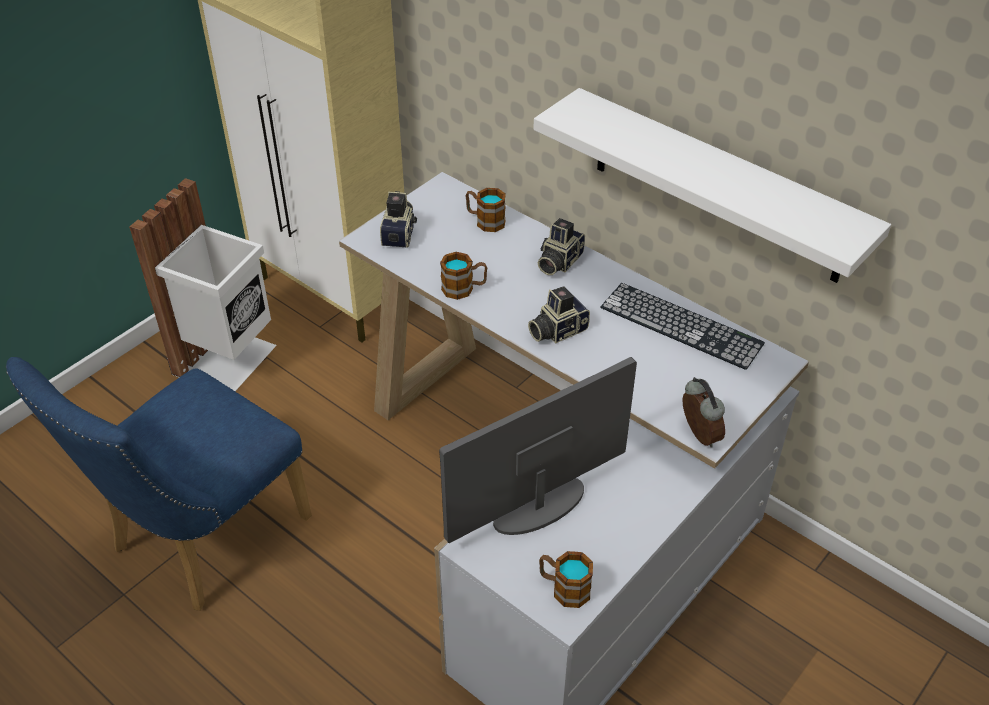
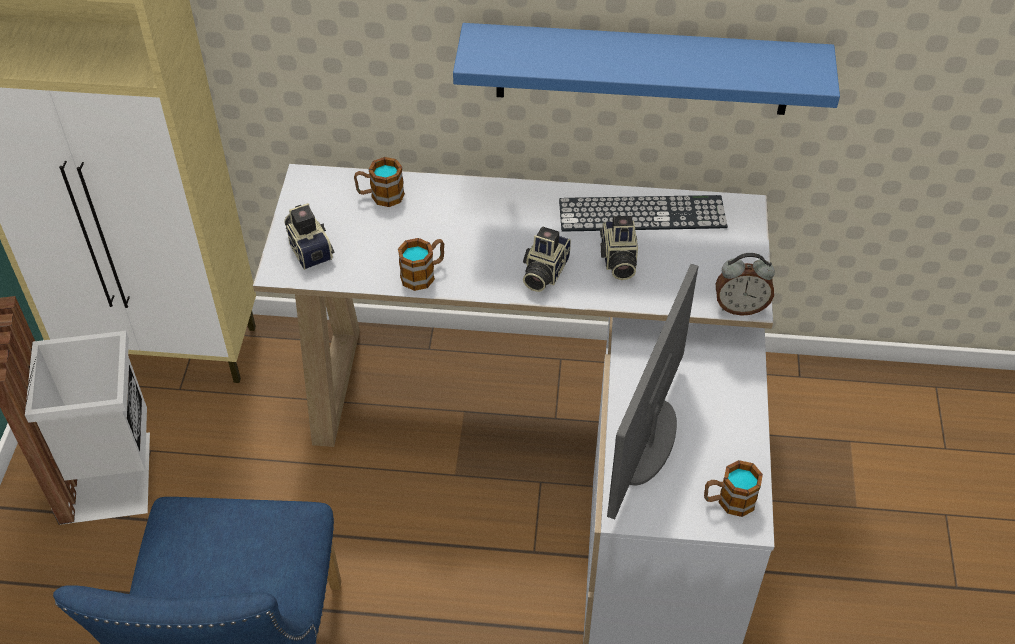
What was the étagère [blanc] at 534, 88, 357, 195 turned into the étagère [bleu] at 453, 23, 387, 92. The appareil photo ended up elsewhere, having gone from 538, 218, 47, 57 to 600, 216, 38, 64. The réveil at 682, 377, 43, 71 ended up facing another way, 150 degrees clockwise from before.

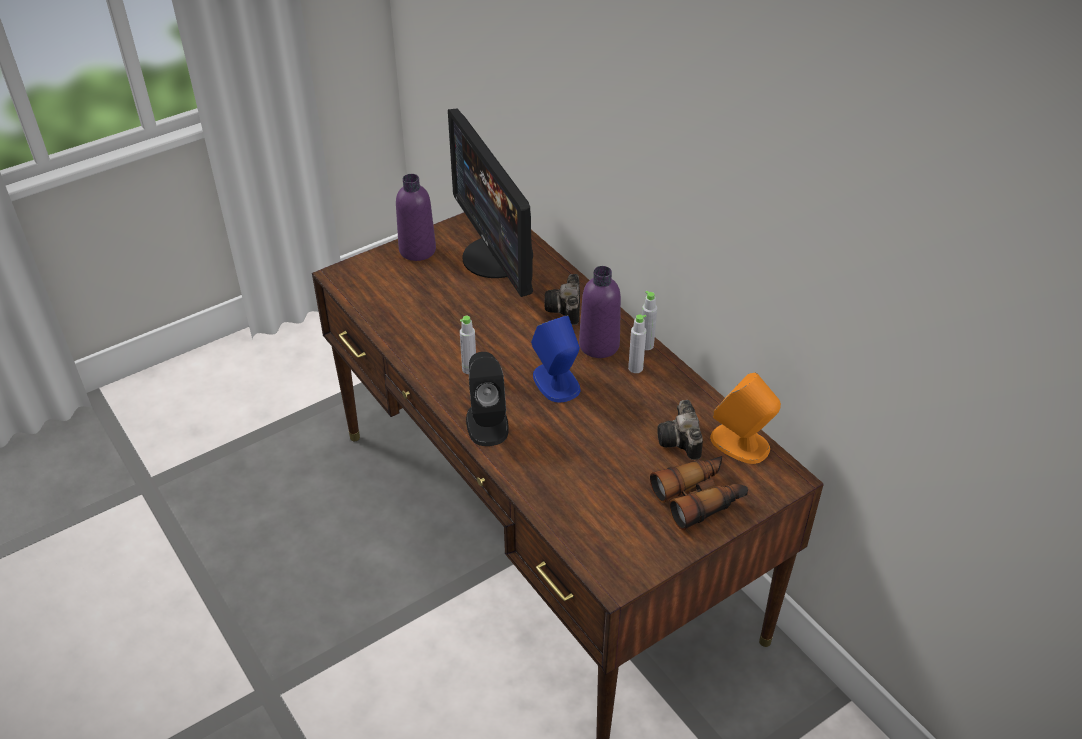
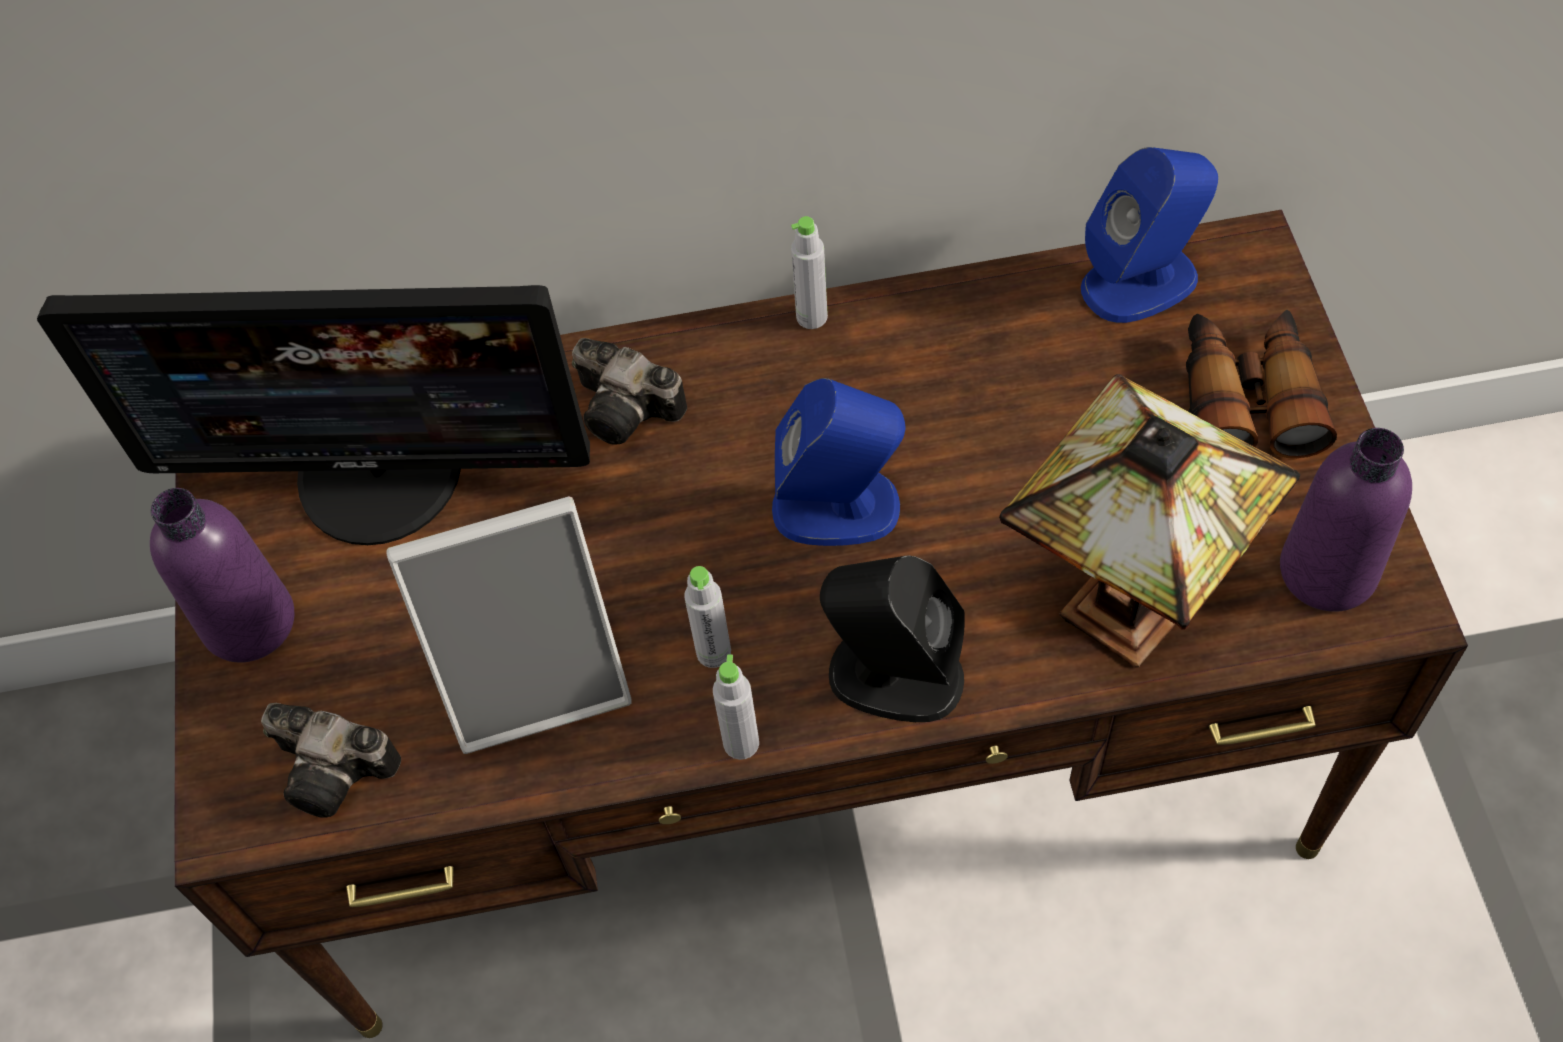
The bouteille [violet] ended up elsewhere, having gone from 579, 266, 42, 92 to 1280, 428, 132, 184. The bouteille [gris] ended up elsewhere, having gone from 628, 314, 19, 59 to 713, 654, 46, 106. What was the enceinte [orange] at 710, 373, 71, 91 turned into the enceinte [bleu] at 1081, 147, 137, 176. The appareil photo ended up elsewhere, having gone from 657, 400, 46, 60 to 261, 703, 140, 114. The second view gained the lampe de table at 999, 374, 301, 294. The second view gained the cadre photo at 386, 496, 246, 258.

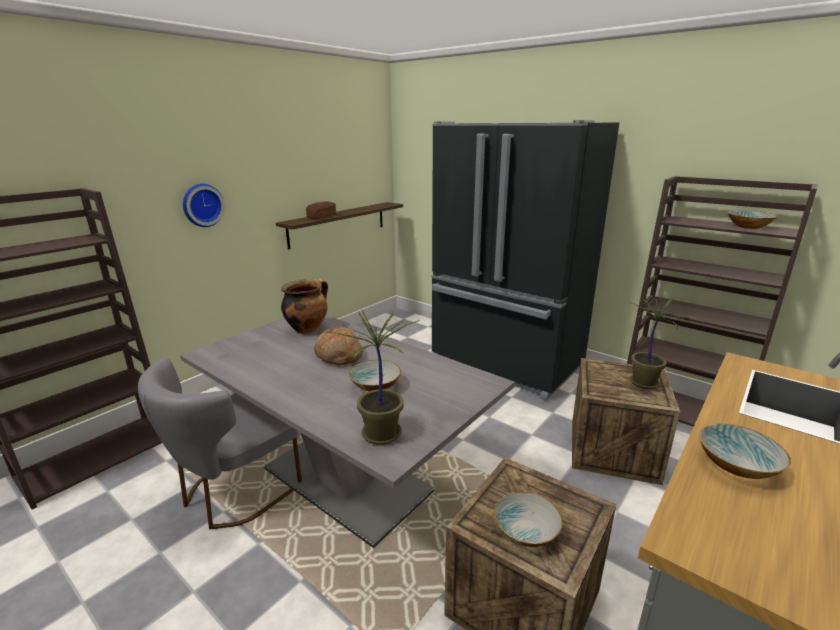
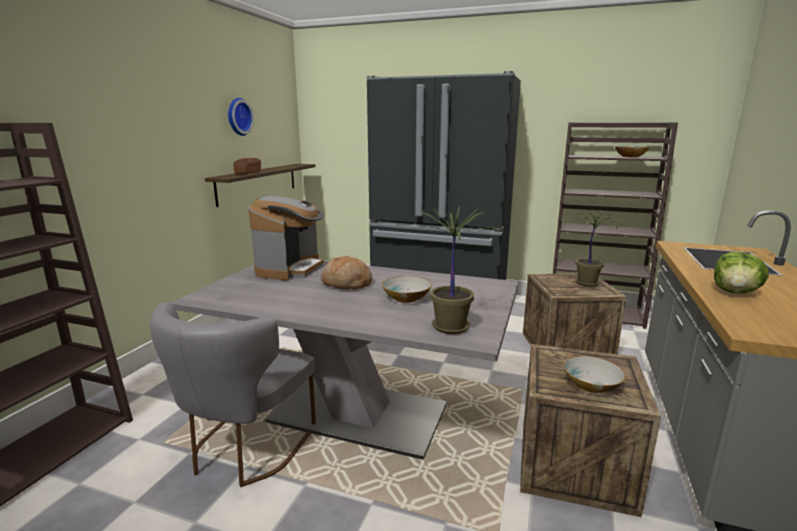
The horloge murale ended up elsewhere, having gone from 183, 184, 42, 43 to 228, 98, 26, 38. Where the marmite stood at 281, 278, 47, 56, the machine à café came to stand at 248, 196, 76, 84. Where the bol stood at 699, 424, 92, 55, the laitue came to stand at 714, 252, 55, 42.

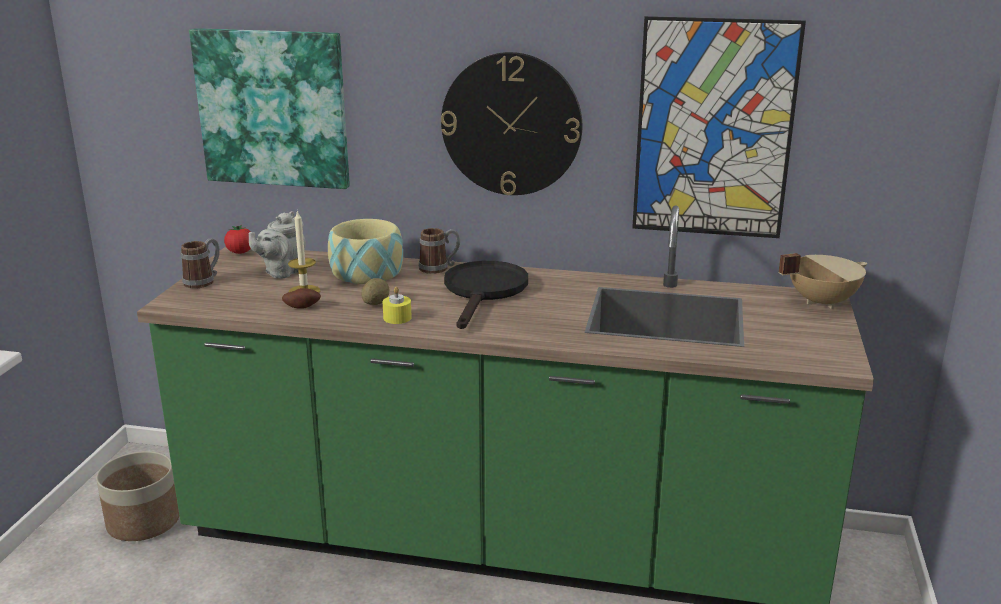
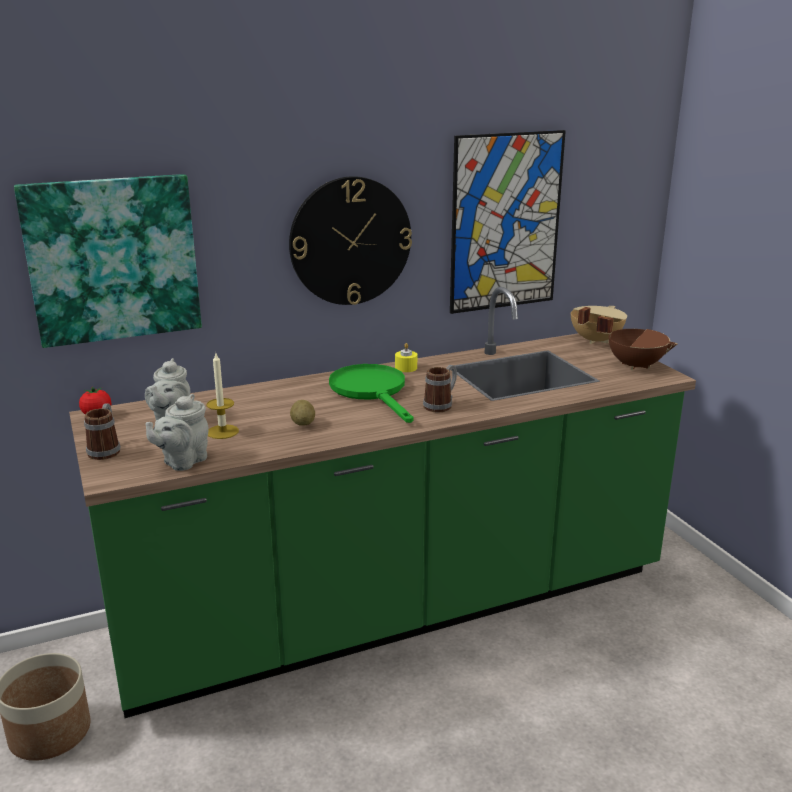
The second view lost the bol at 328, 219, 75, 65. The mug ended up elsewhere, having gone from 419, 228, 41, 46 to 423, 365, 34, 48. What was the poêle [noir] at 444, 261, 84, 68 turned into the poêle [vert] at 329, 364, 85, 59. The bougie [jaune] ended up elsewhere, having gone from 383, 287, 29, 37 to 395, 343, 22, 29. The second view lost the pomme de terre at 282, 288, 39, 21. The second view gained the marmite [marron] at 596, 316, 81, 54. The second view gained the théière [gris] at 145, 394, 63, 77.

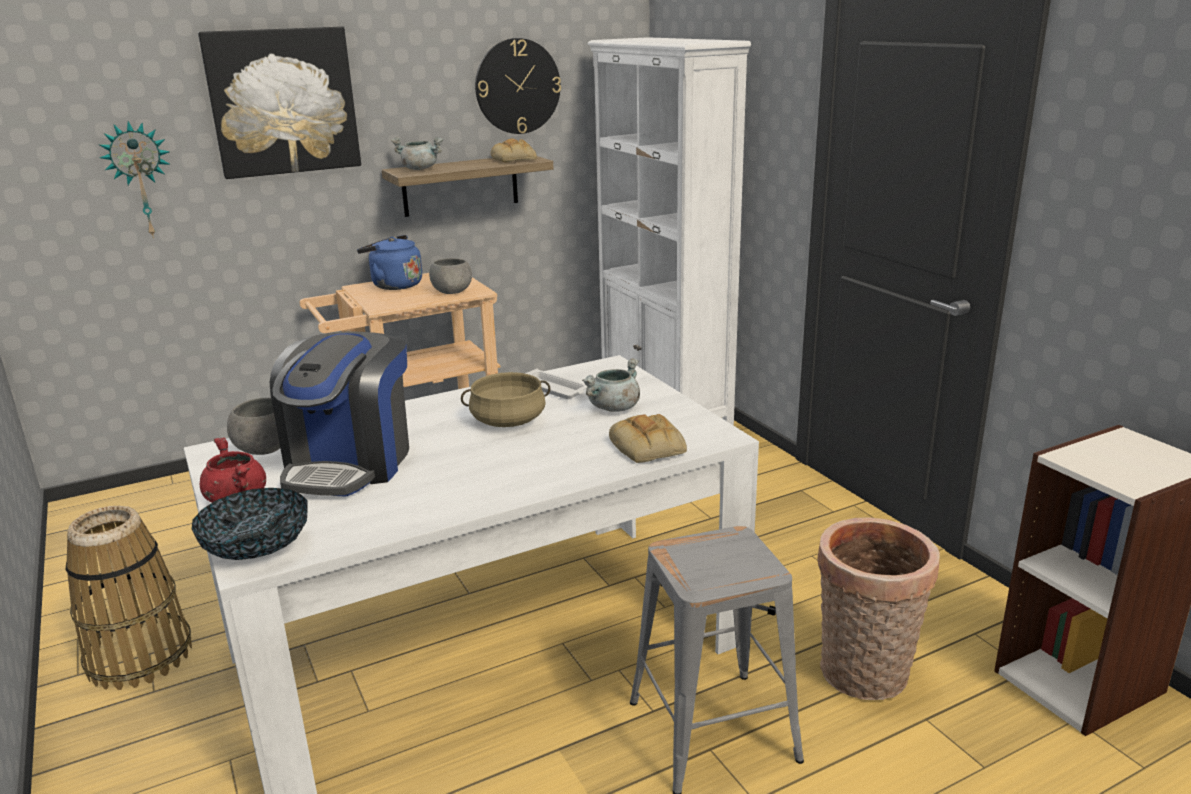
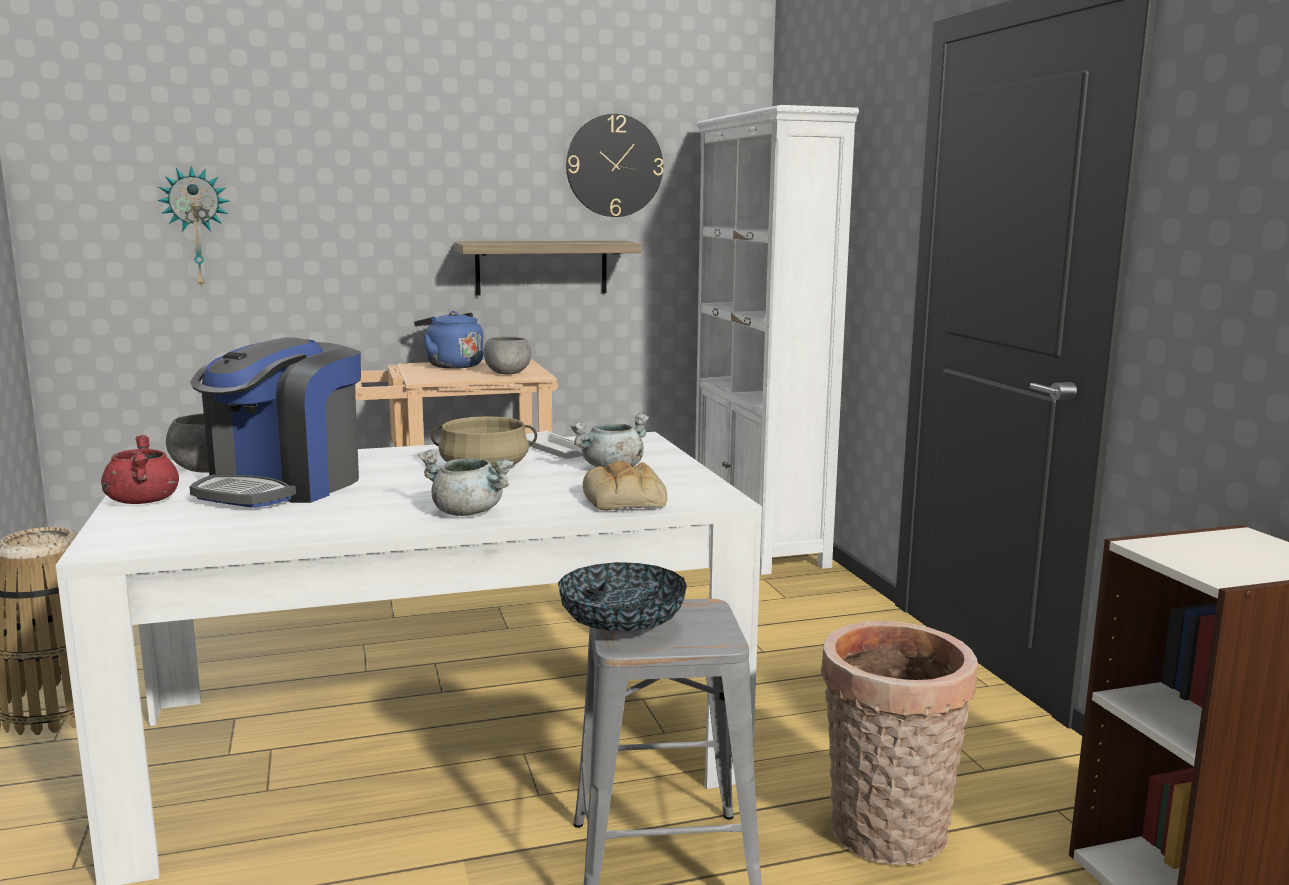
The second view lost the tableau at 198, 27, 163, 152. The marmite [gris] ended up elsewhere, having gone from 391, 137, 52, 33 to 418, 450, 96, 66. The second view lost the pain at 491, 138, 46, 24. The bol ended up elsewhere, having gone from 192, 488, 116, 72 to 558, 562, 129, 69.

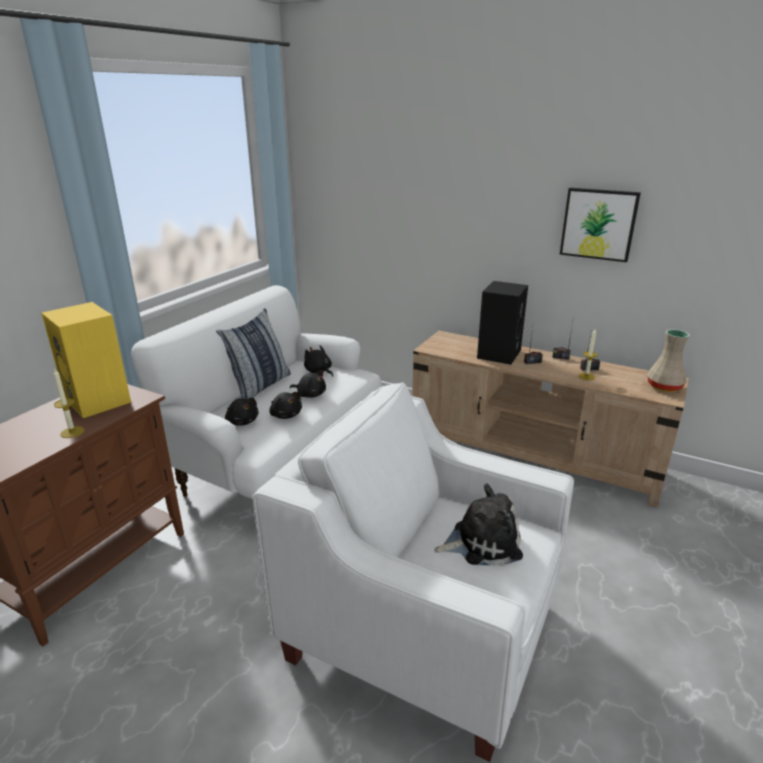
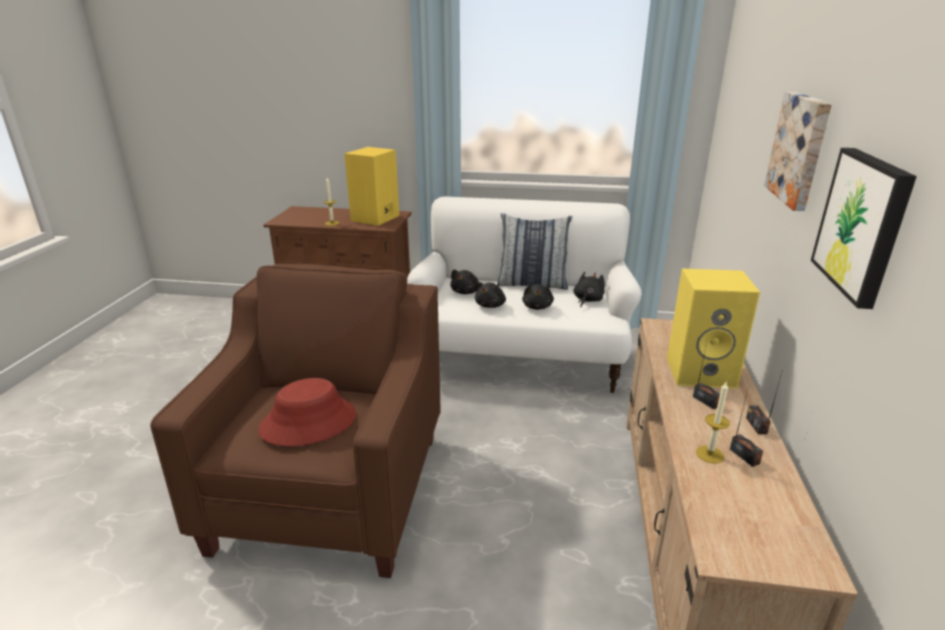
What was the enceinte [noir] at 477, 281, 51, 84 turned into the enceinte [jaune] at 667, 269, 93, 120. The second view lost the vase [beige] at 647, 329, 43, 63. What was the fauteuil [blanc] at 252, 383, 322, 379 turned into the fauteuil [marron] at 150, 263, 291, 315. Where the peluche stood at 434, 484, 89, 82, the chapeau [rouge] came to stand at 258, 378, 98, 68. The second view gained the tableau at 764, 92, 68, 119.

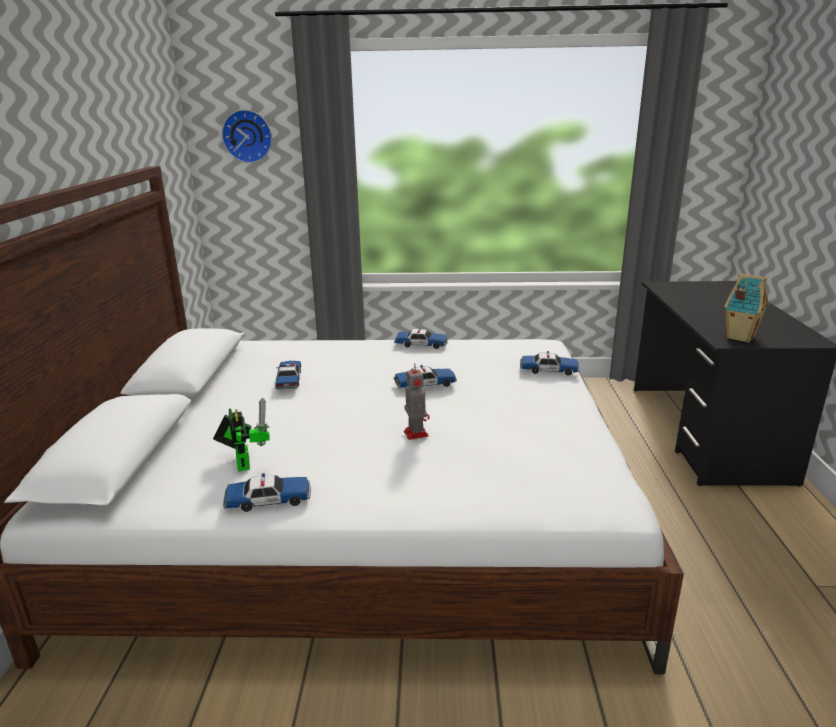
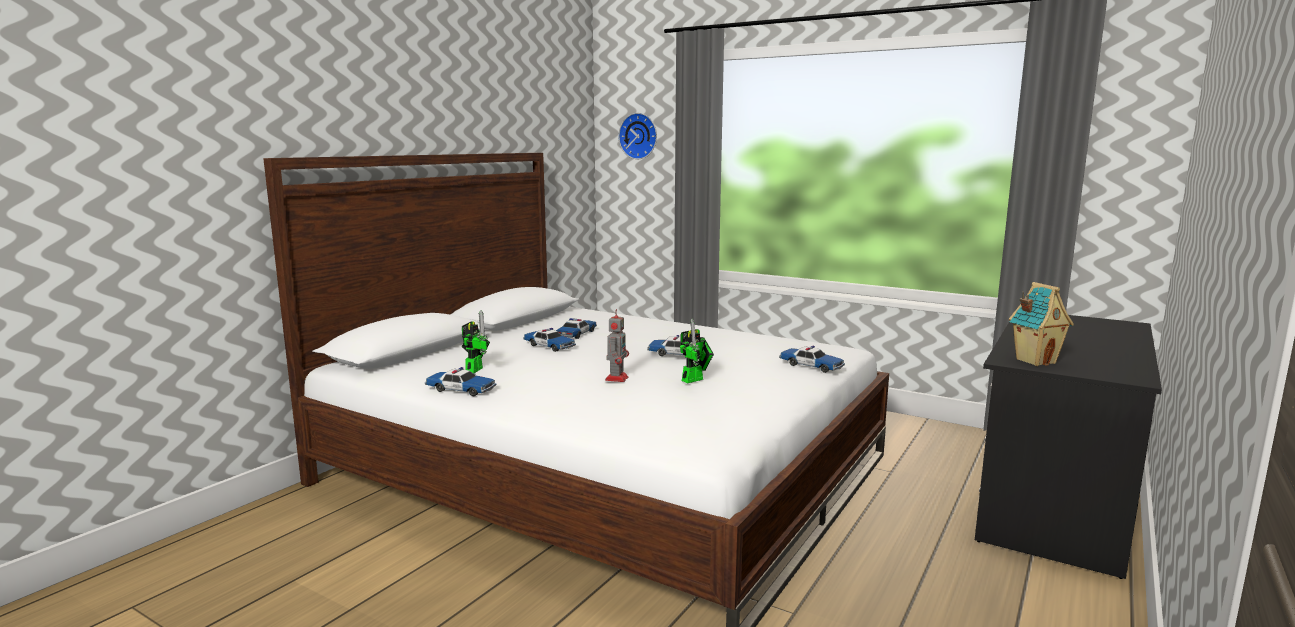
The petite voiture ended up elsewhere, having gone from 394, 327, 54, 22 to 523, 328, 53, 24. The second view gained the robot jouet at 680, 319, 34, 64.

